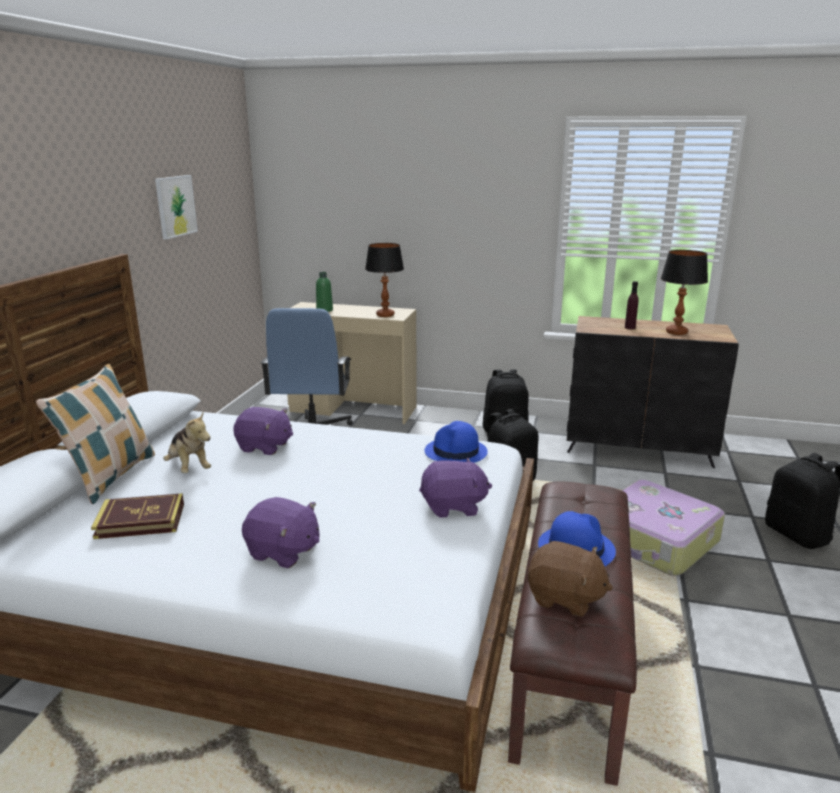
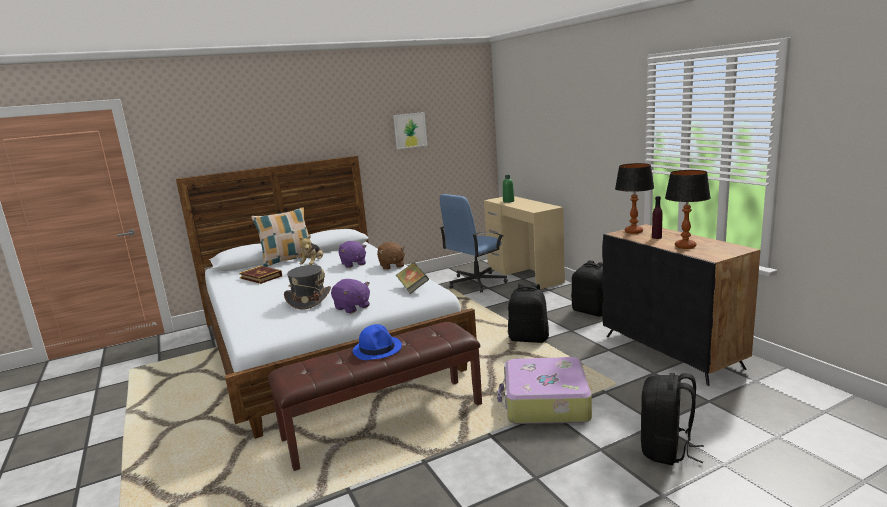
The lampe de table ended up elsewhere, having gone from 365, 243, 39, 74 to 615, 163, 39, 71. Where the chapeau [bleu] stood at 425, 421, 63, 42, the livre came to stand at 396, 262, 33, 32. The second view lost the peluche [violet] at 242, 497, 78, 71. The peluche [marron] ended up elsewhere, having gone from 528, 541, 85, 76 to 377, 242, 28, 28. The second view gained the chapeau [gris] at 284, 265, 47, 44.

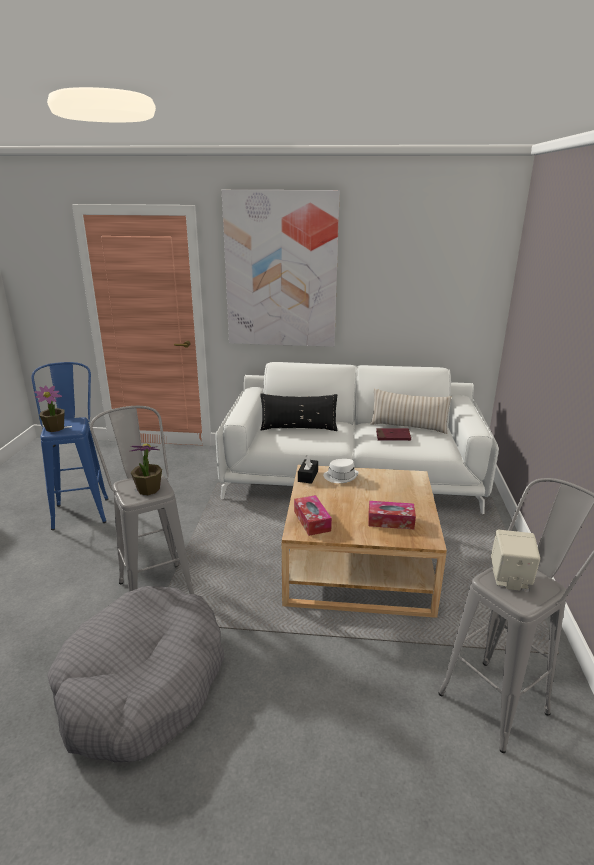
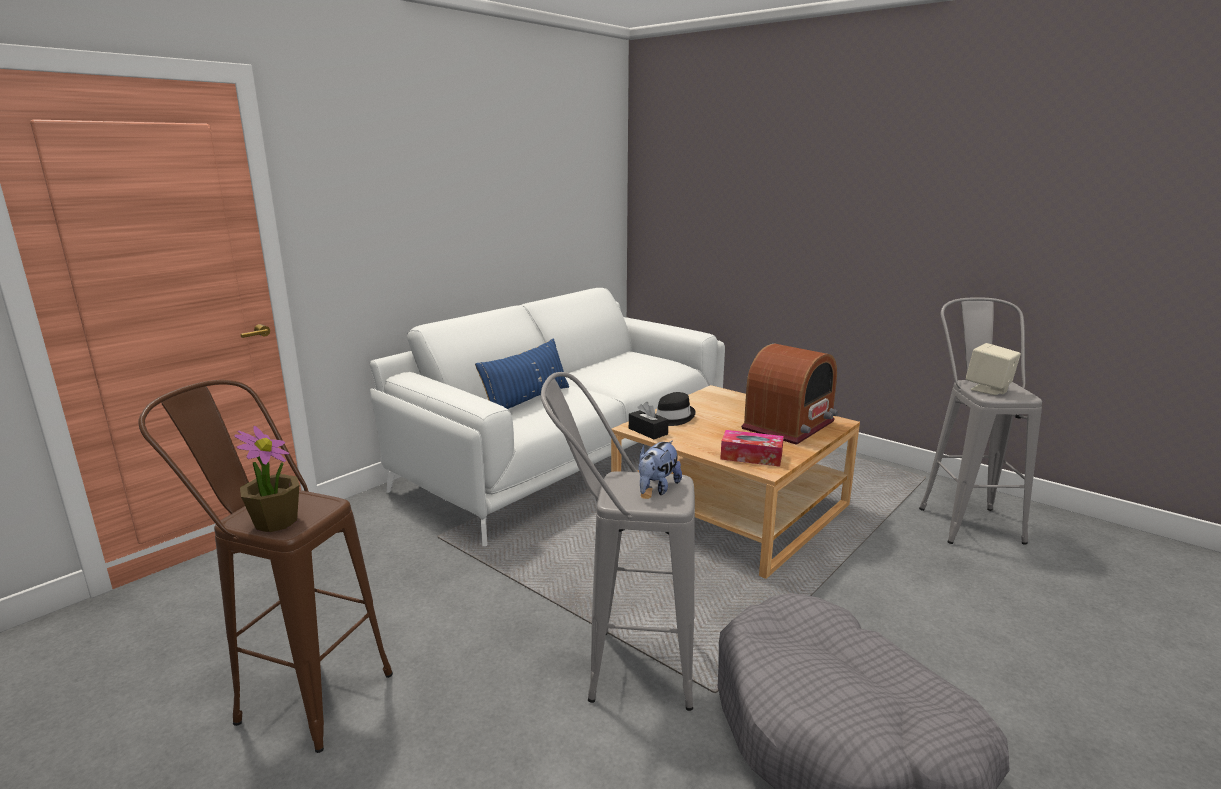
The second view lost the tableau at 222, 190, 118, 157. What was the tabouret [bleu] at 32, 362, 76, 168 turned into the tabouret [marron] at 138, 380, 255, 373. The second view lost the coussin [beige] at 370, 389, 81, 45. What was the coussin [noir] at 260, 394, 77, 37 turned into the coussin [bleu] at 475, 338, 94, 71. The second view lost the livre [rouge] at 376, 428, 35, 13. Where the plante en pot stood at 131, 443, 31, 52, the peluche came to stand at 638, 440, 44, 55. What was the chapeau [blanc] at 323, 459, 35, 24 turned into the chapeau [noir] at 656, 392, 40, 34. Where the boîte à mouchoirs stood at 368, 501, 48, 28, the radio came to stand at 741, 343, 97, 102.

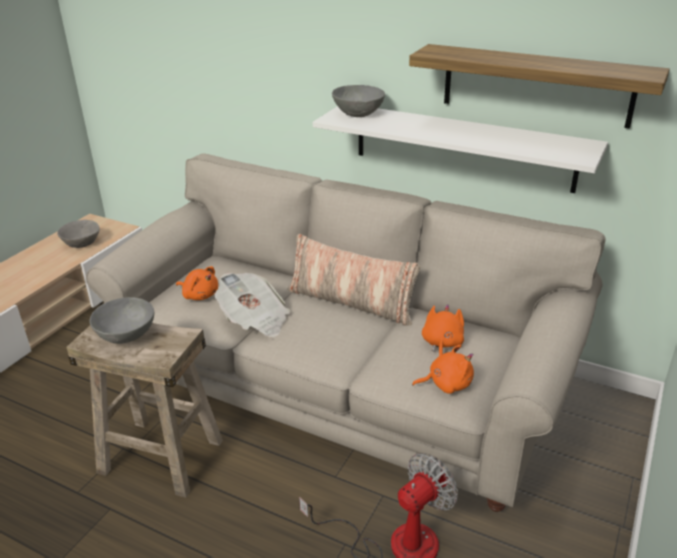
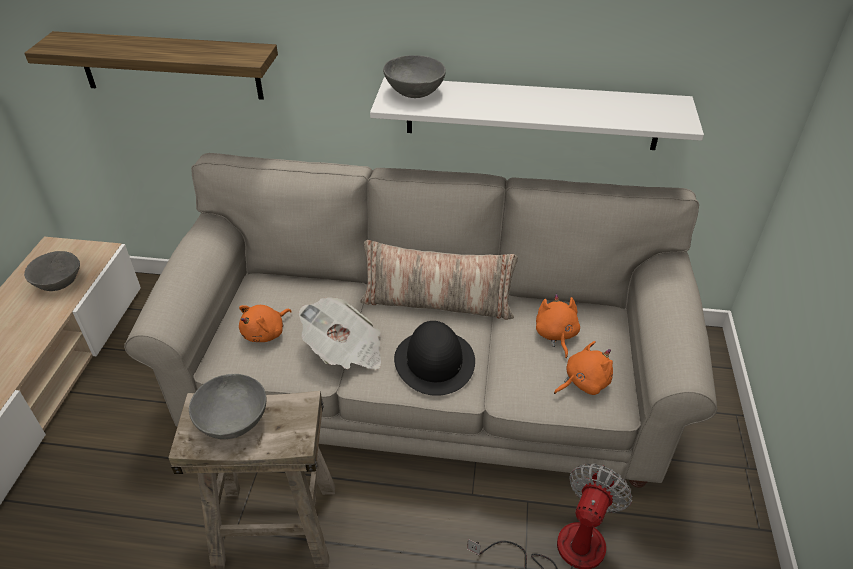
The étagère ended up elsewhere, having gone from 409, 44, 261, 85 to 24, 31, 254, 69. The peluche [orange] at 176, 266, 42, 34 ended up facing another way, 120 degrees clockwise from before. The second view gained the chapeau [noir] at 394, 321, 81, 75.

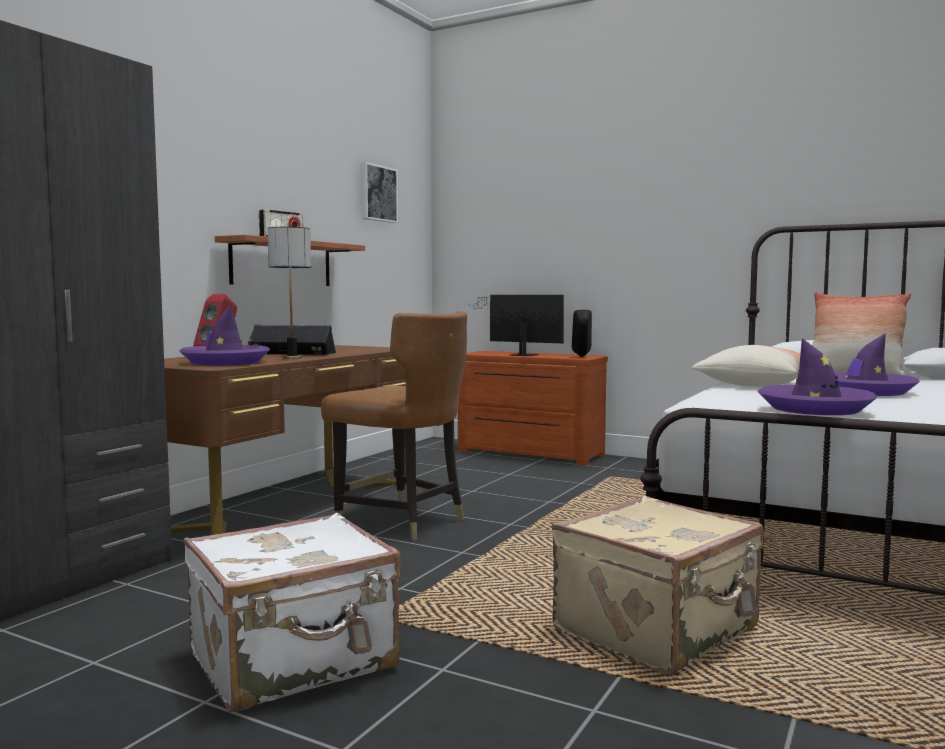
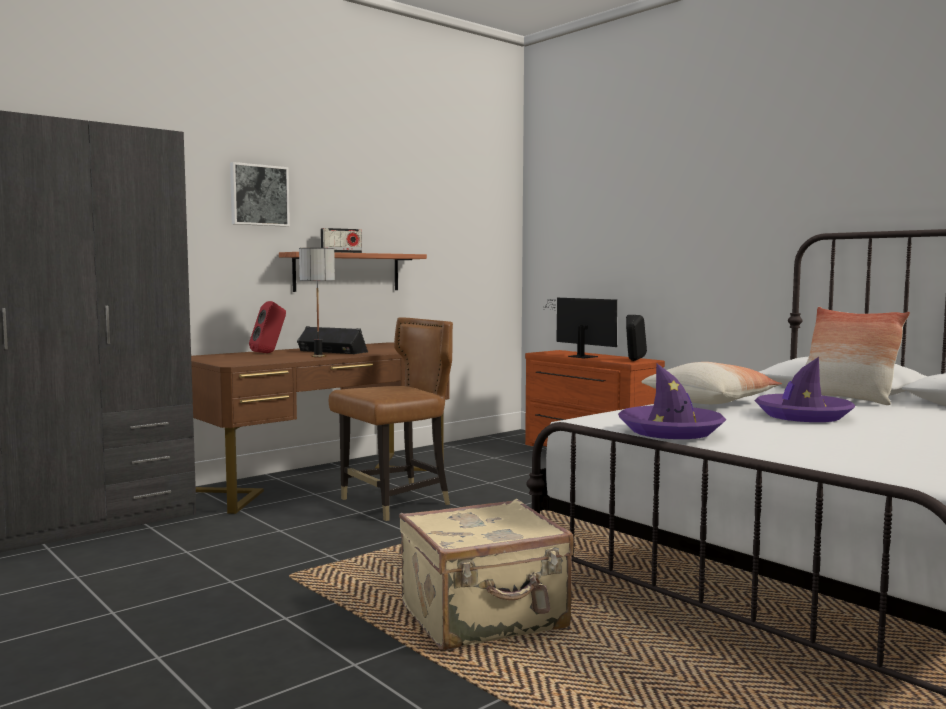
The tableau ended up elsewhere, having gone from 361, 162, 37, 61 to 230, 162, 60, 65. The second view lost the chapeau [violet] at 179, 306, 91, 59. The chaise [marron] at 321, 311, 146, 229 ended up facing another way, 90 degrees counterclockwise from before. The second view lost the valise [blanc] at 184, 513, 216, 199.

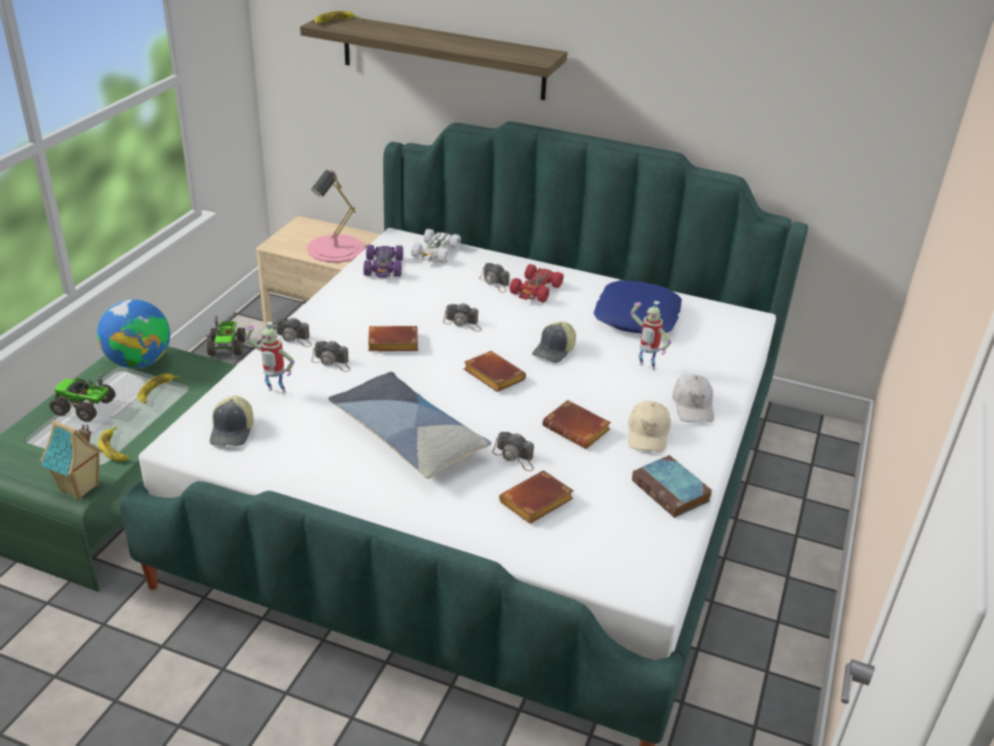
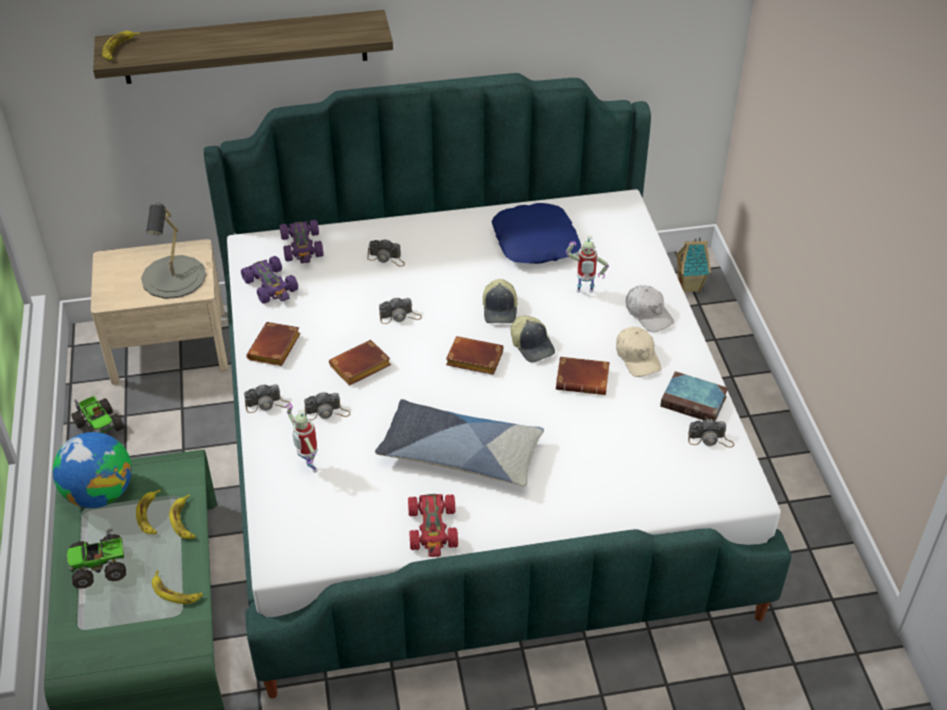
What was the lampe de table [rose] at 307, 170, 58, 93 turned into the lampe de table [gris] at 141, 203, 65, 96. What was the petite voiture [blanc] at 411, 229, 50, 34 turned into the petite voiture [violet] at 280, 220, 44, 43. The petite voiture [rouge] ended up elsewhere, having gone from 510, 264, 54, 39 to 408, 494, 50, 63. The robot jouet at 245, 322, 50, 71 ended up facing another way, 75 degrees clockwise from before. The casquette ended up elsewhere, having gone from 210, 396, 44, 50 to 511, 316, 44, 46. The maison miniature ended up elsewhere, having gone from 40, 420, 63, 80 to 676, 237, 35, 55. The appareil photo ended up elsewhere, having gone from 492, 432, 42, 39 to 688, 419, 46, 29. The livre [marron] ended up elsewhere, having gone from 499, 471, 75, 53 to 246, 322, 55, 44. The second view gained the banane at 169, 494, 27, 45.

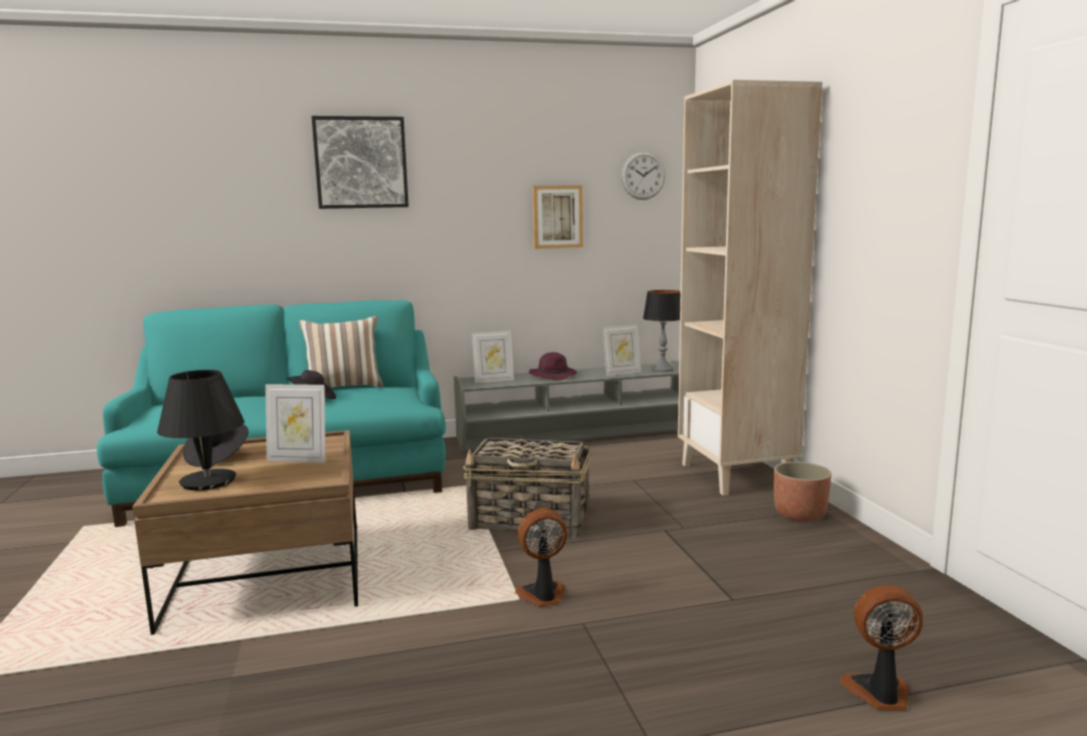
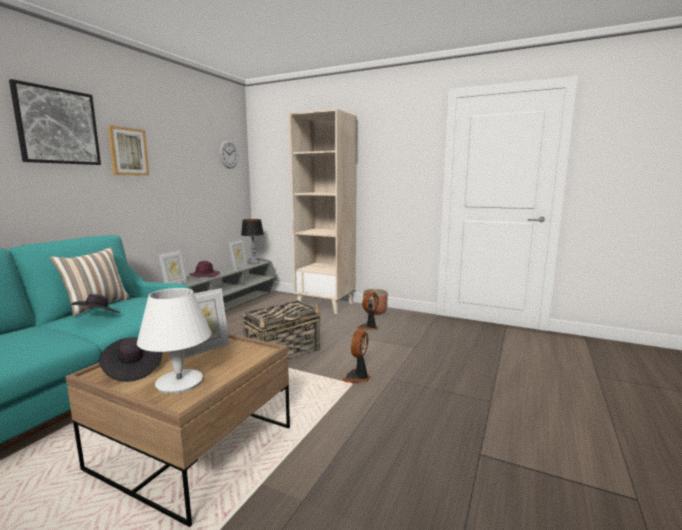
The tableau ended up elsewhere, having gone from 532, 185, 51, 64 to 107, 125, 42, 51. What was the lampe de table [noir] at 157, 370, 87, 120 turned into the lampe de table [blanc] at 137, 288, 75, 106. The ventilateur ended up elsewhere, having gone from 840, 585, 83, 126 to 357, 291, 22, 39.

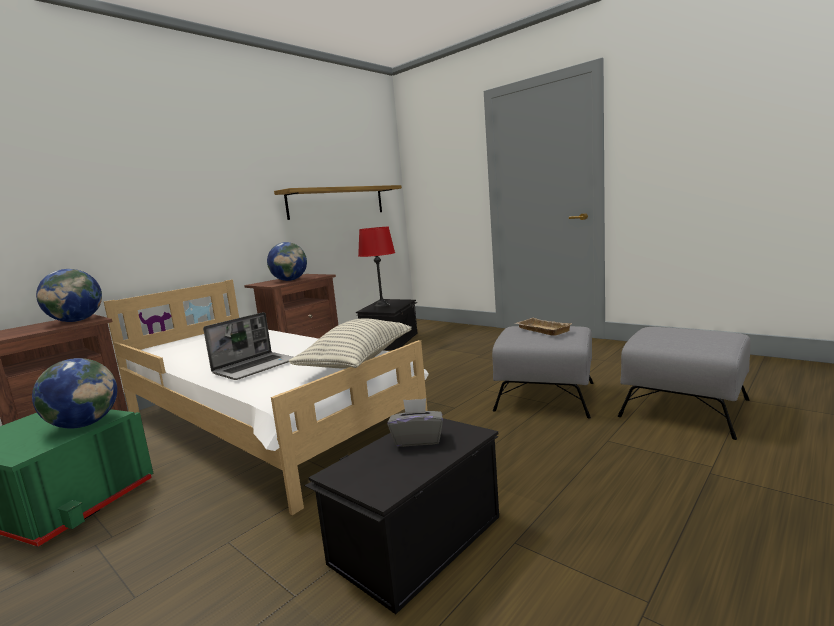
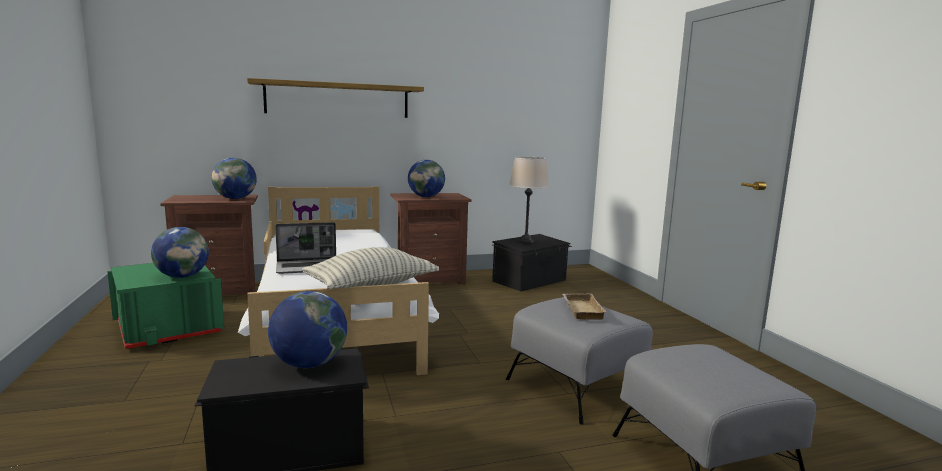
The étagère ended up elsewhere, having gone from 274, 185, 128, 35 to 247, 78, 177, 40. What was the lampe de table [rouge] at 358, 227, 37, 80 turned into the lampe de table [beige] at 509, 157, 40, 86. Where the boîte à mouchoirs [gris] stood at 388, 398, 55, 49, the globe came to stand at 268, 291, 79, 77.

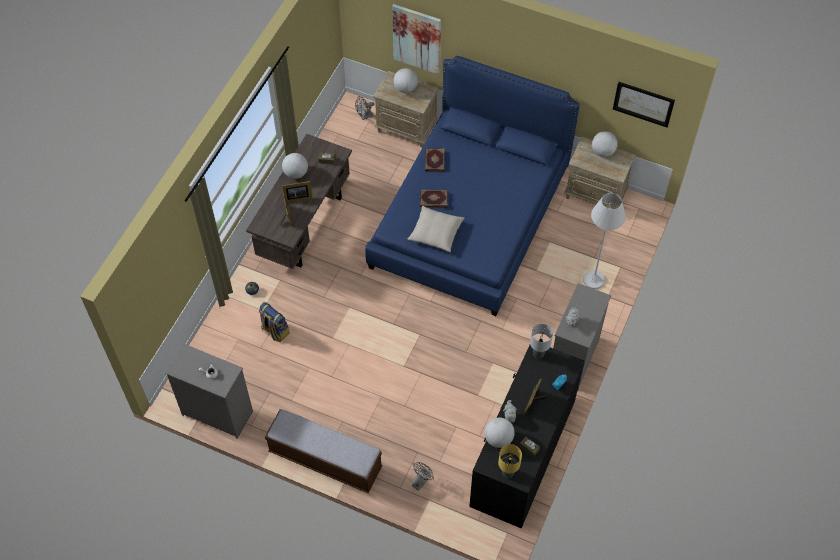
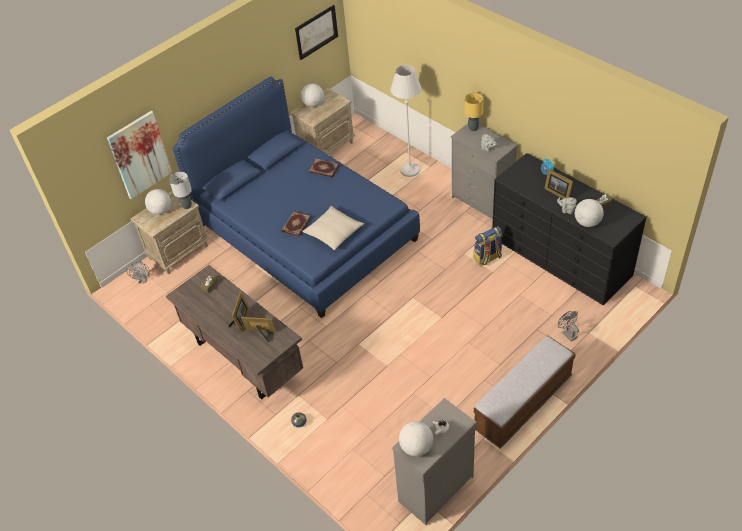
The livre ended up elsewhere, having gone from 425, 148, 20, 24 to 309, 158, 30, 19. The globe ended up elsewhere, having gone from 282, 153, 26, 26 to 399, 421, 34, 35. The sac à dos ended up elsewhere, having gone from 259, 302, 31, 40 to 474, 226, 28, 40. The lampe de table [gris] ended up elsewhere, having gone from 530, 324, 23, 35 to 169, 172, 23, 37. The lampe de table [jaune] ended up elsewhere, having gone from 498, 444, 24, 34 to 465, 93, 19, 38.

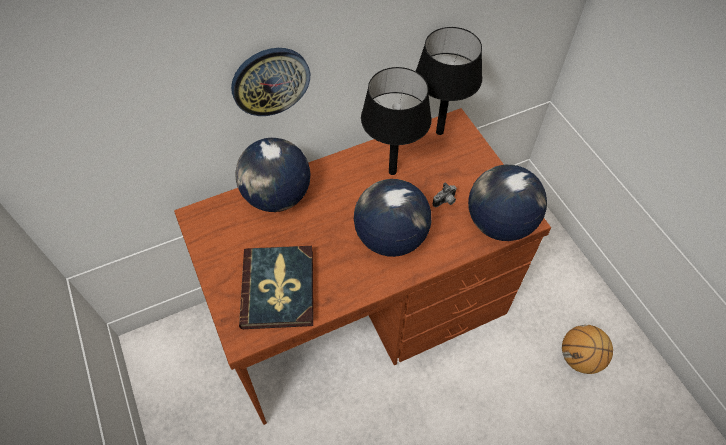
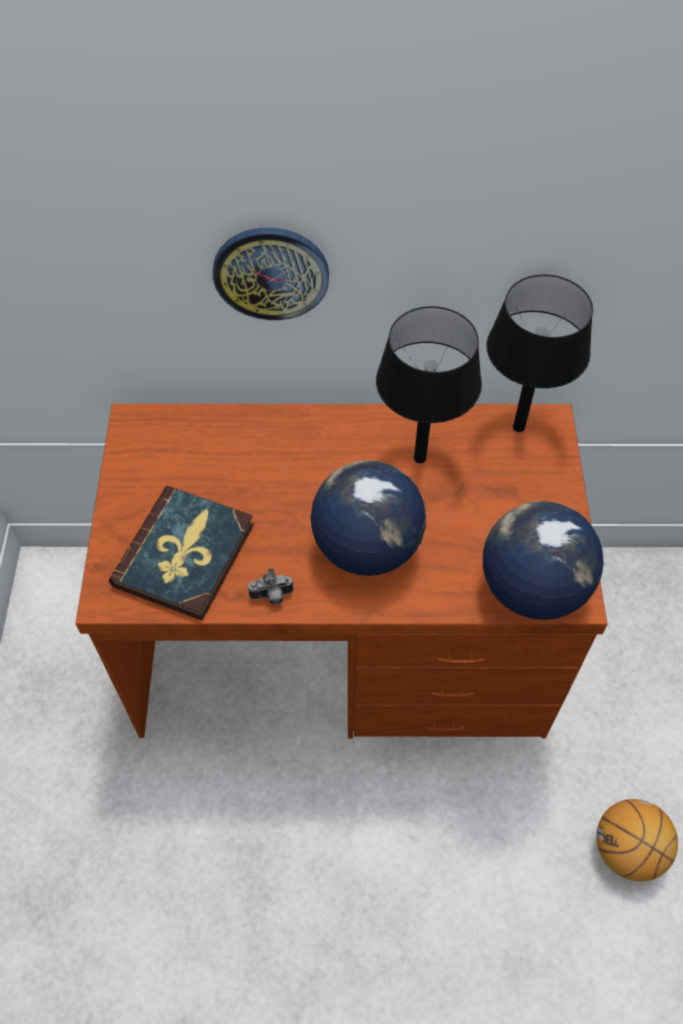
The second view lost the globe at 235, 138, 75, 74. The appareil photo ended up elsewhere, having gone from 432, 182, 25, 25 to 248, 568, 45, 37.

